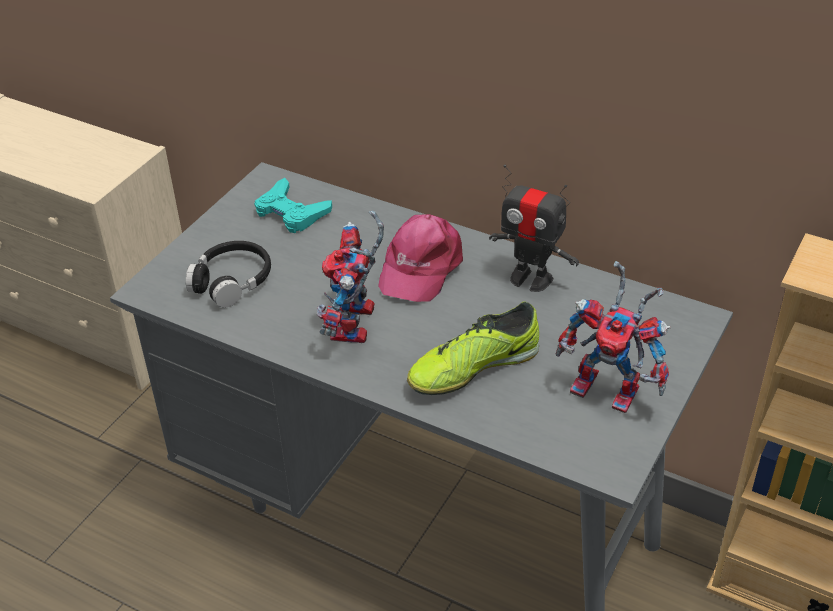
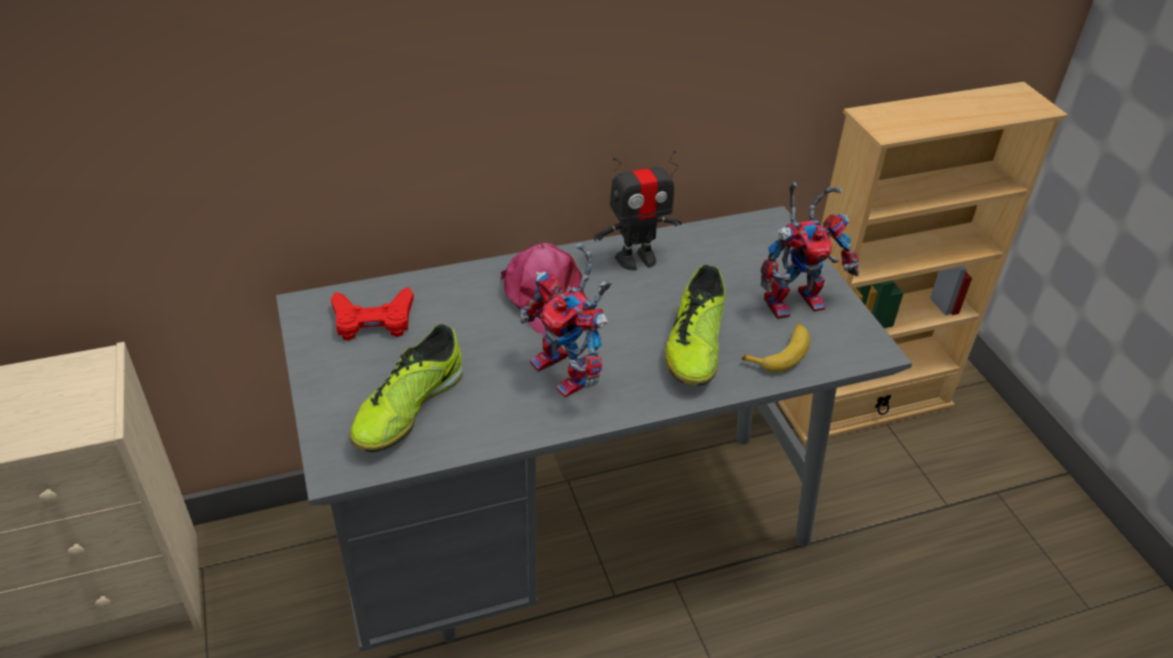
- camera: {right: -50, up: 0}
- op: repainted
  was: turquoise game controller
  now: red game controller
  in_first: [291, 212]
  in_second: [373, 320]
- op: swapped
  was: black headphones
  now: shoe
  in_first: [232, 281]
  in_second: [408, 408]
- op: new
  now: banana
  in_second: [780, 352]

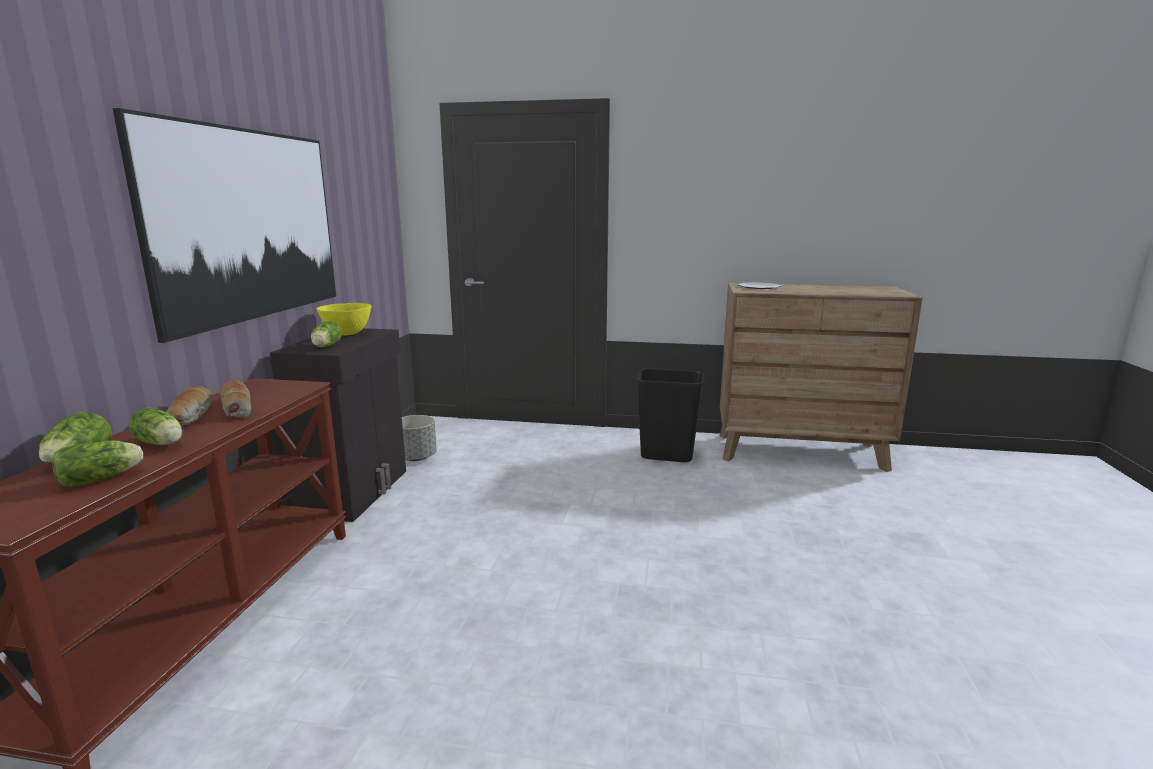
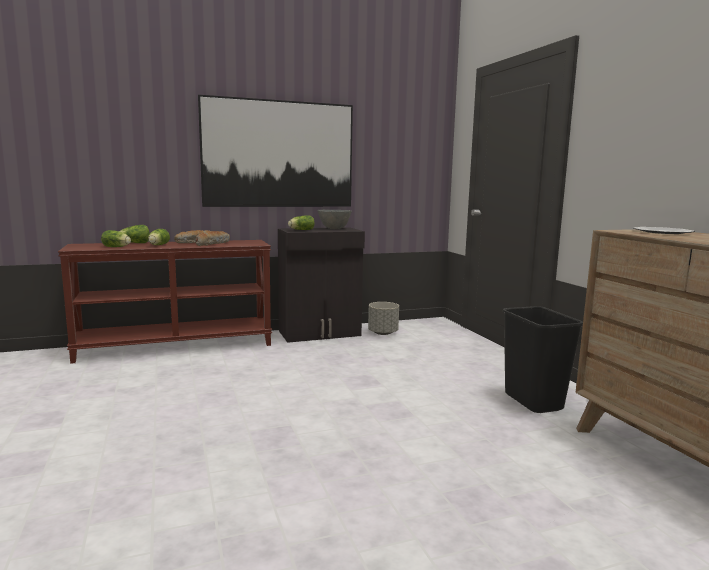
- camera: {right: 60, up: -5}
- op: repainted
  was: yellow bowl
  now: grey bowl
  in_first: [346, 334]
  in_second: [334, 229]

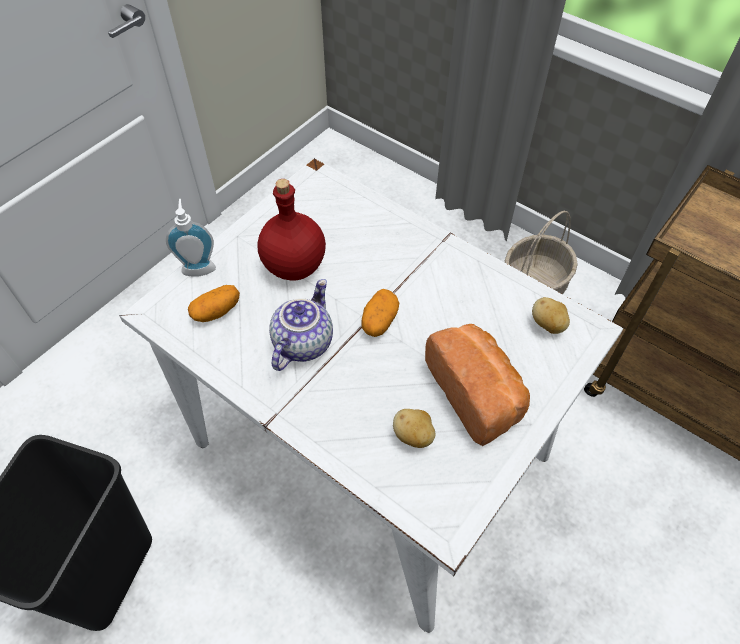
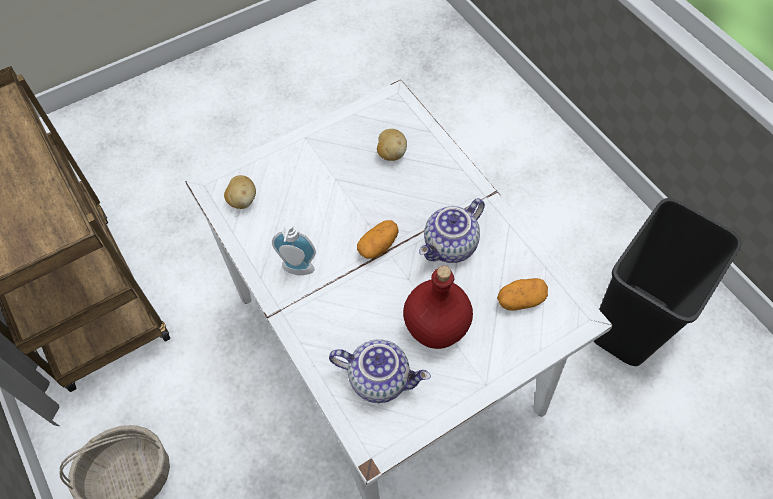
- camera: {right: -160, up: 5}
- op: shifted
  was: soap dispenser
  in_first: [198, 267]
  in_second: [297, 271]
- op: new
  now: teapot
  in_second: [380, 378]
- op: gone
  was: bread
  in_first: [477, 393]

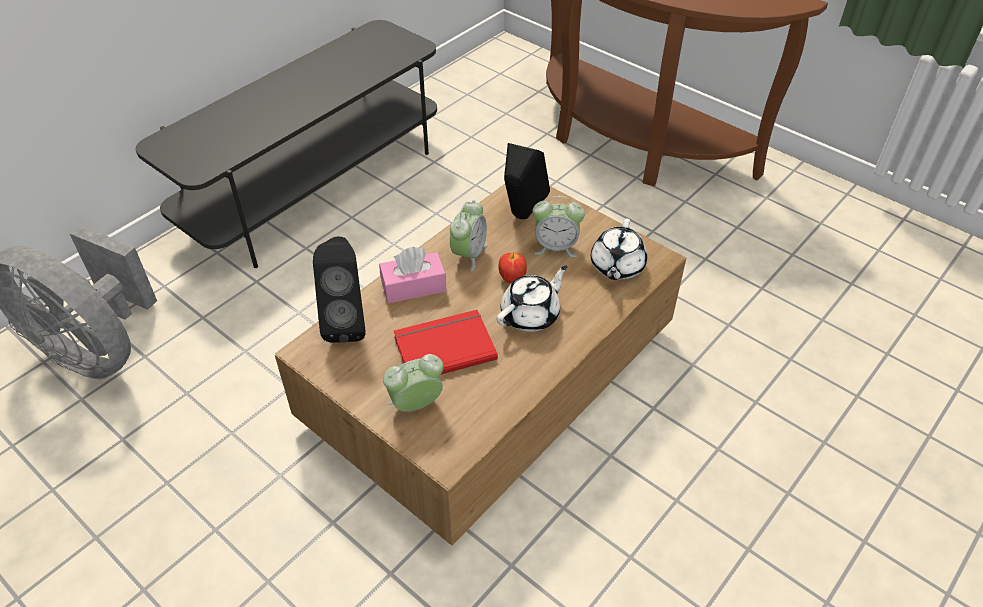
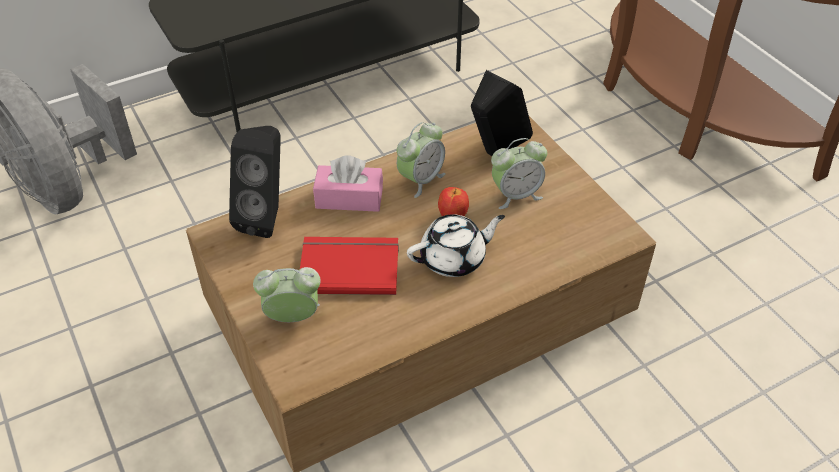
- camera: {right: 20, up: 0}
- op: rotated
  was: alarm clock
  in_first: [556, 247]
  in_second: [516, 195]
  clockwise: -45
- op: gone
  was: white teapot
  in_first: [616, 266]

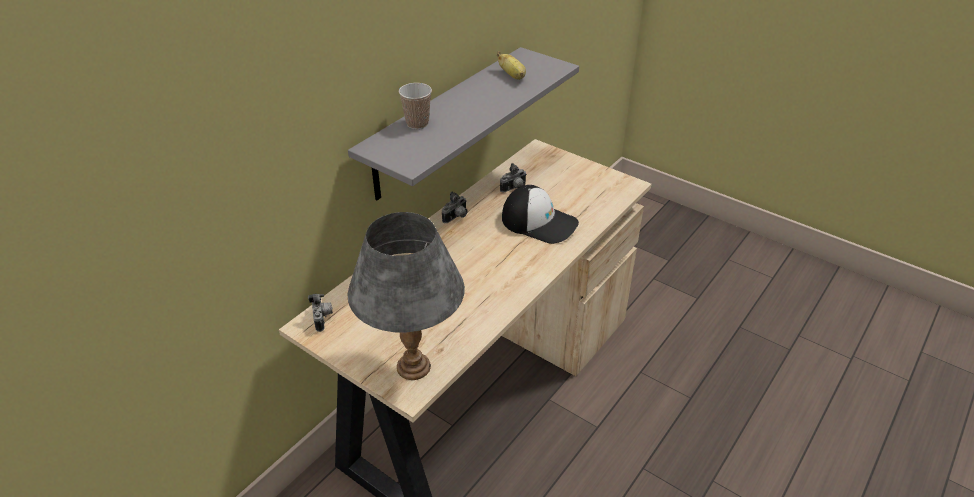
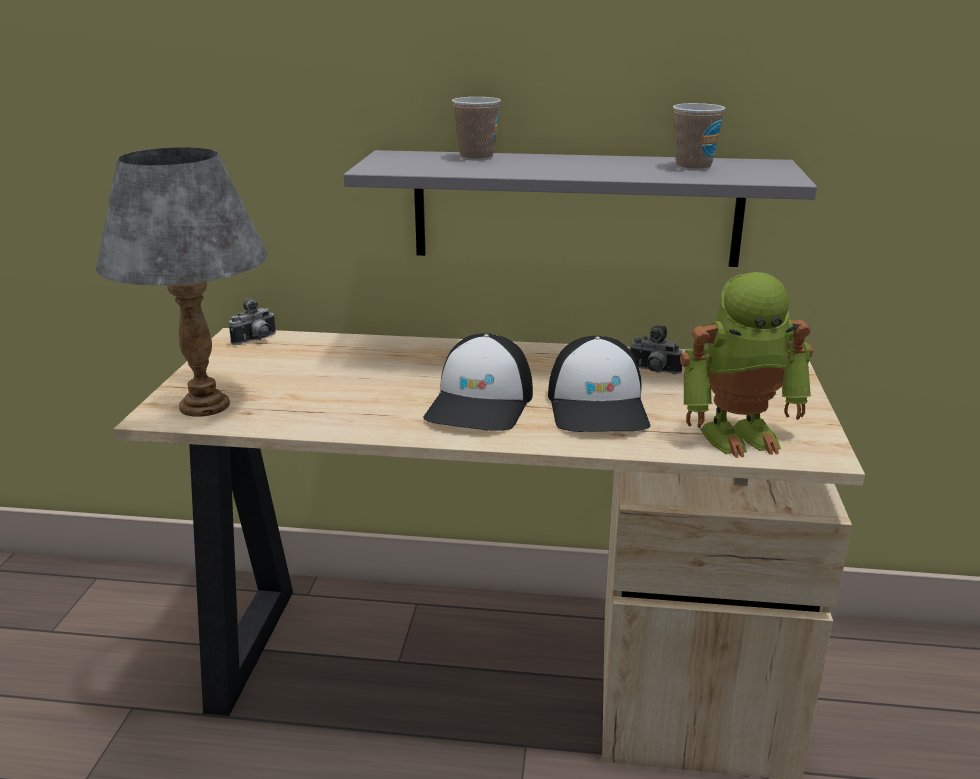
- camera: {right: 60, up: -15}
- op: new
  now: cap
  in_second: [481, 404]
- op: swapped
  was: banana
  now: cup
  in_first: [512, 76]
  in_second: [693, 167]
- op: new
  now: toy robot
  in_second: [739, 434]
- op: gone
  was: photo camera
  in_first: [456, 217]

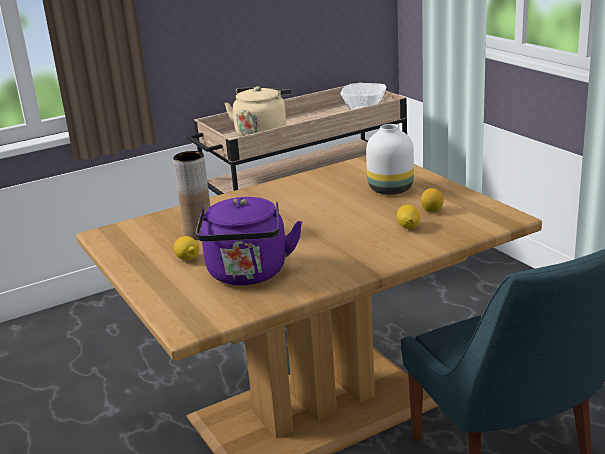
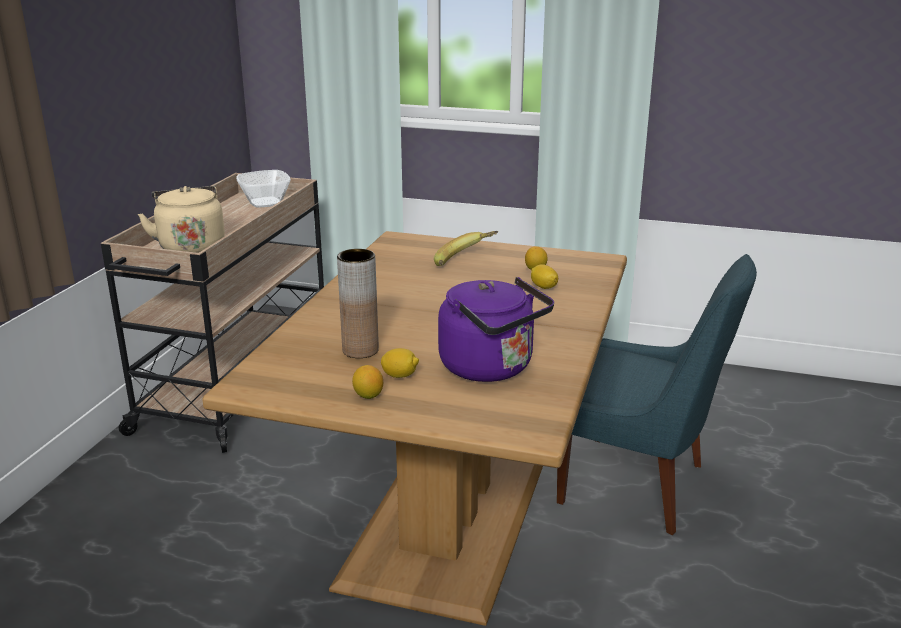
- camera: {right: -45, up: 0}
- op: new
  now: lemon
  in_second: [368, 395]
- op: swapped
  was: white vase
  now: banana
  in_first: [390, 190]
  in_second: [465, 262]

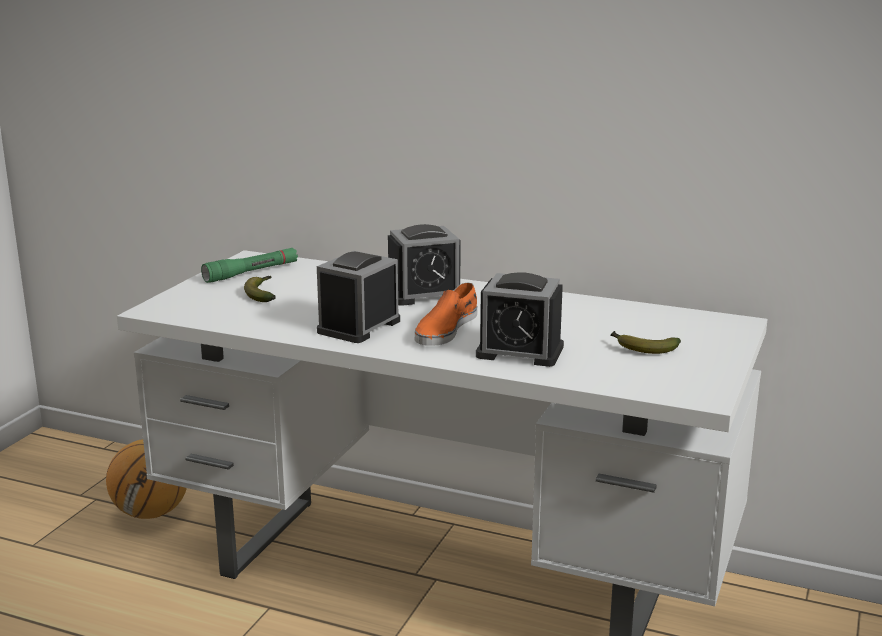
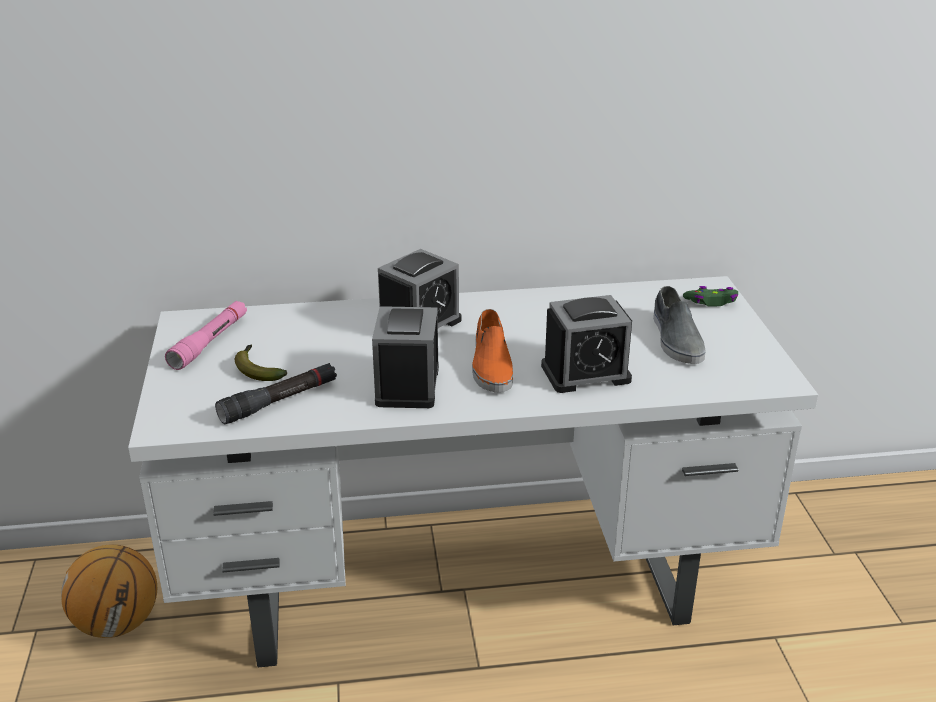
- camera: {right: -30, up: 10}
- op: repainted
  was: green flashlight
  now: pink flashlight
  in_first: [251, 273]
  in_second: [210, 342]
- op: new
  now: black flashlight
  in_second: [279, 401]
- op: swapped
  was: banana
  now: grey shoe
  in_first: [642, 348]
  in_second: [676, 339]
- op: new
  now: green game controller
  in_second: [711, 302]

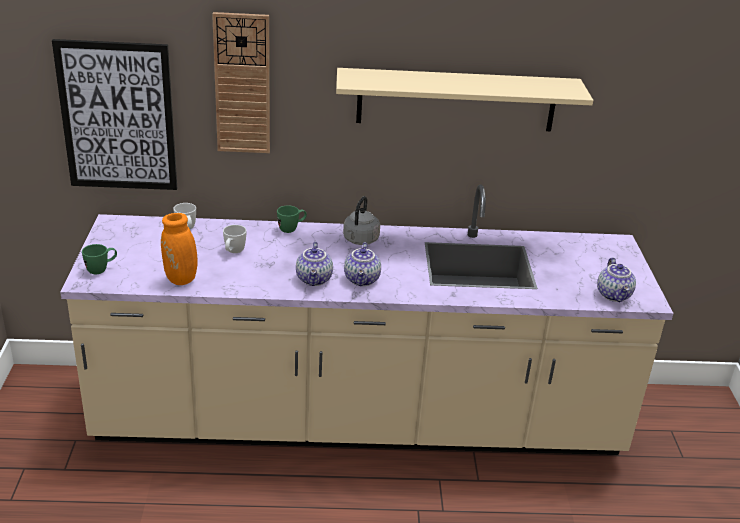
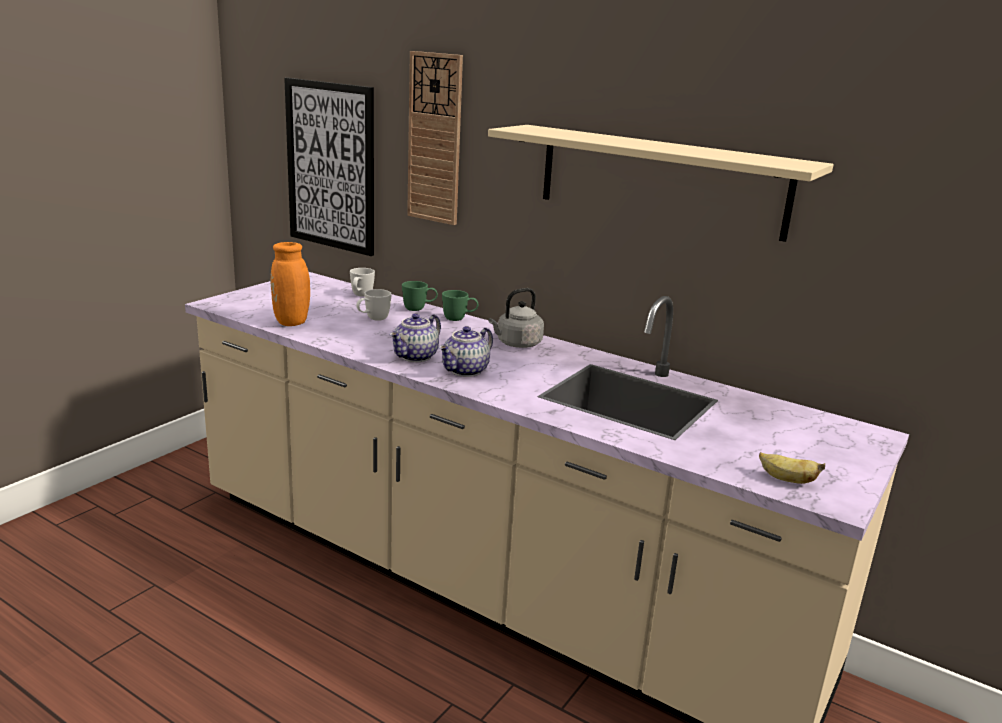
- camera: {right: 35, up: -10}
- op: shifted
  was: green mug
  in_first: [101, 270]
  in_second: [419, 309]
- op: swapped
  was: teapot
  now: banana
  in_first: [614, 295]
  in_second: [786, 480]

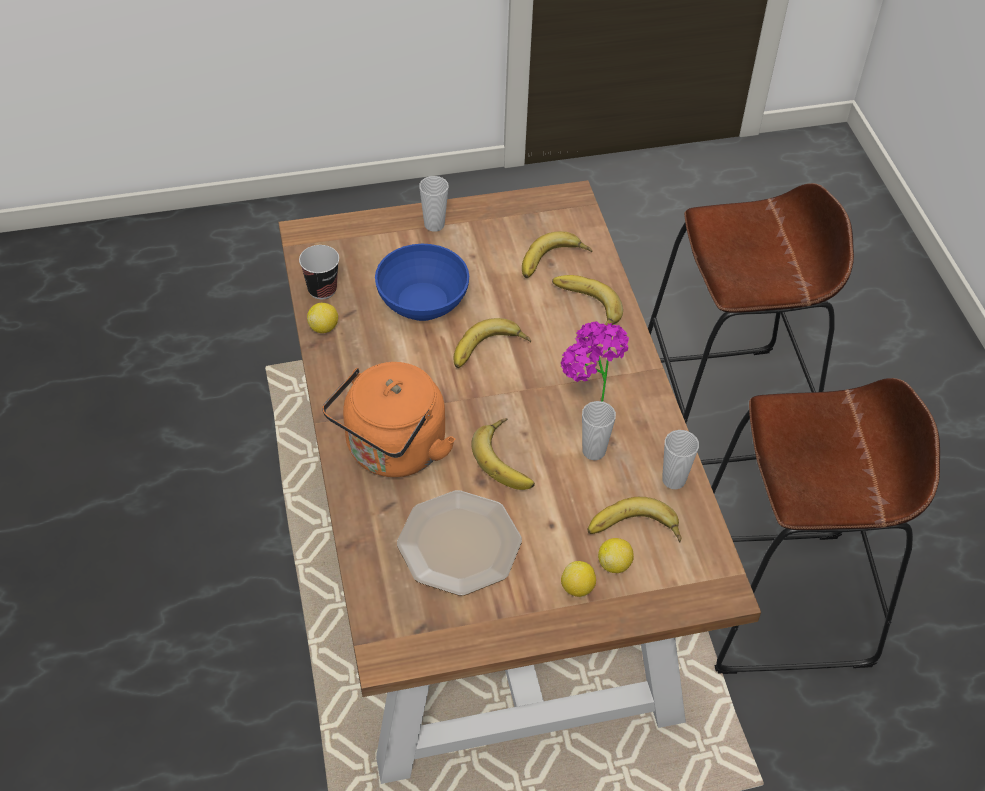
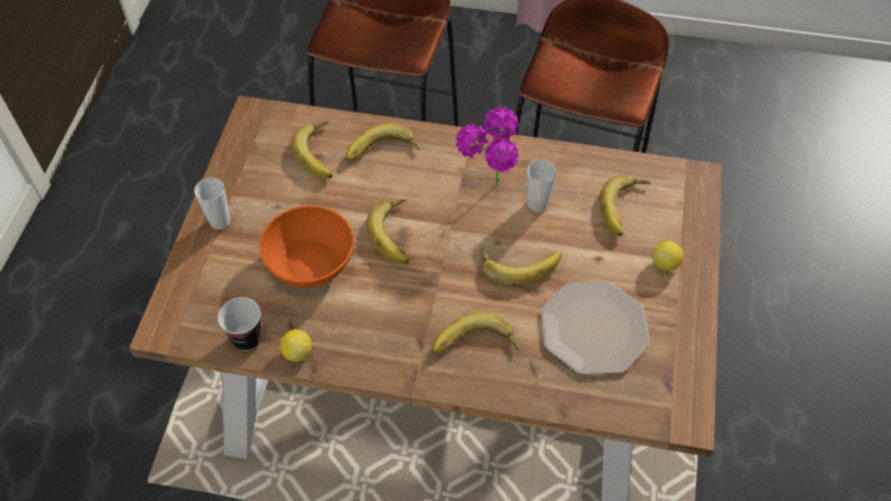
- camera: {right: -65, up: 5}
- op: repainted
  was: blue bowl
  now: orange bowl
  in_first: [422, 301]
  in_second: [310, 263]
- op: swapped
  was: orange kettle
  now: banana
  in_first: [392, 452]
  in_second: [474, 345]
- op: gone
  was: lemon
  in_first: [614, 564]
- op: gone
  was: cup
  in_first: [673, 480]

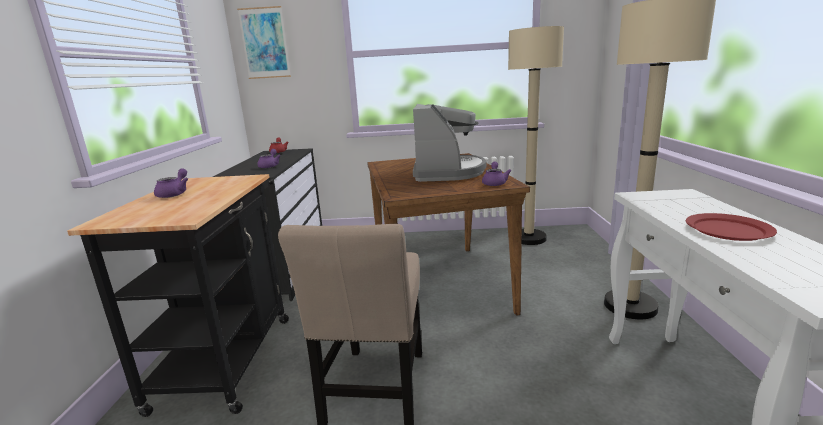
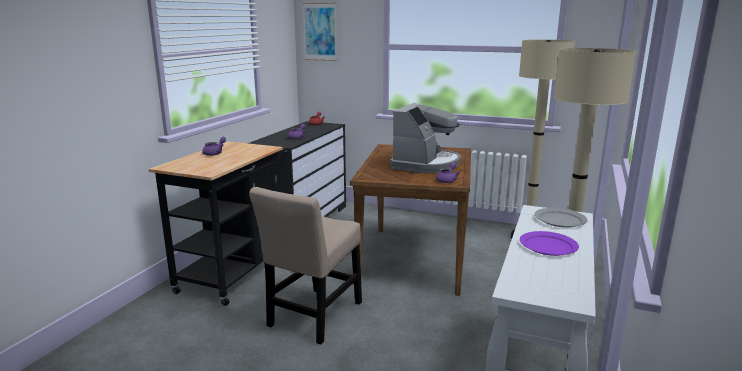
- camera: {right: 20, up: 0}
- op: repainted
  was: red plate
  now: purple plate
  in_first: [727, 230]
  in_second: [547, 246]
- op: new
  now: grey plate
  in_second: [560, 220]

